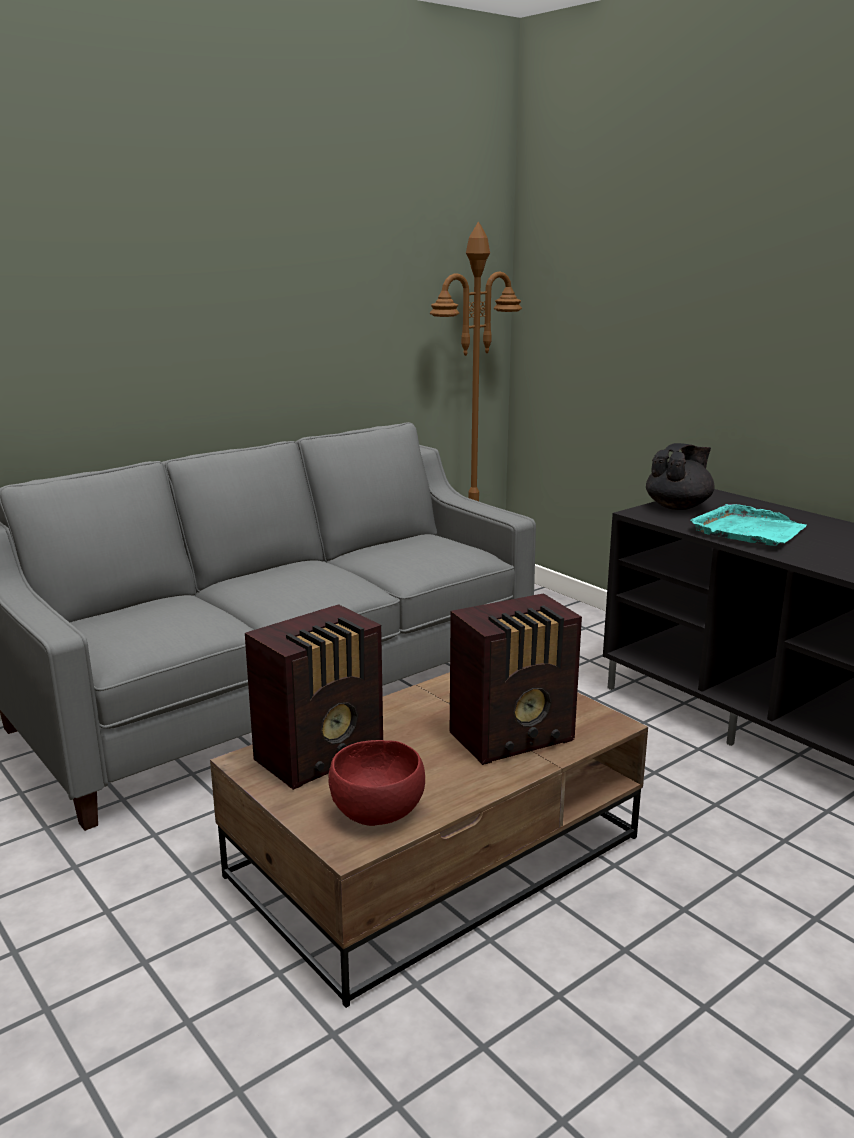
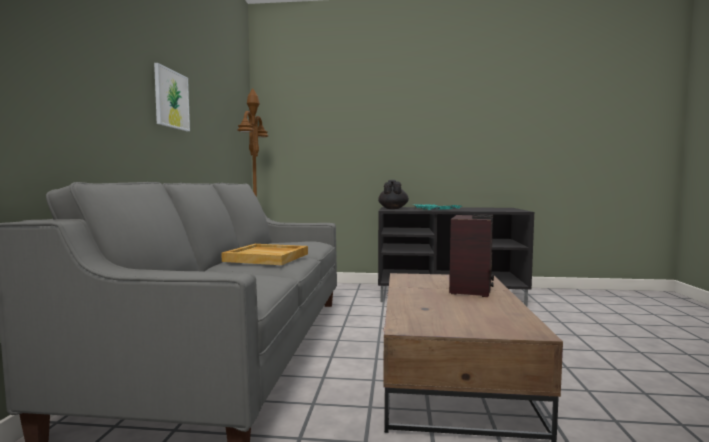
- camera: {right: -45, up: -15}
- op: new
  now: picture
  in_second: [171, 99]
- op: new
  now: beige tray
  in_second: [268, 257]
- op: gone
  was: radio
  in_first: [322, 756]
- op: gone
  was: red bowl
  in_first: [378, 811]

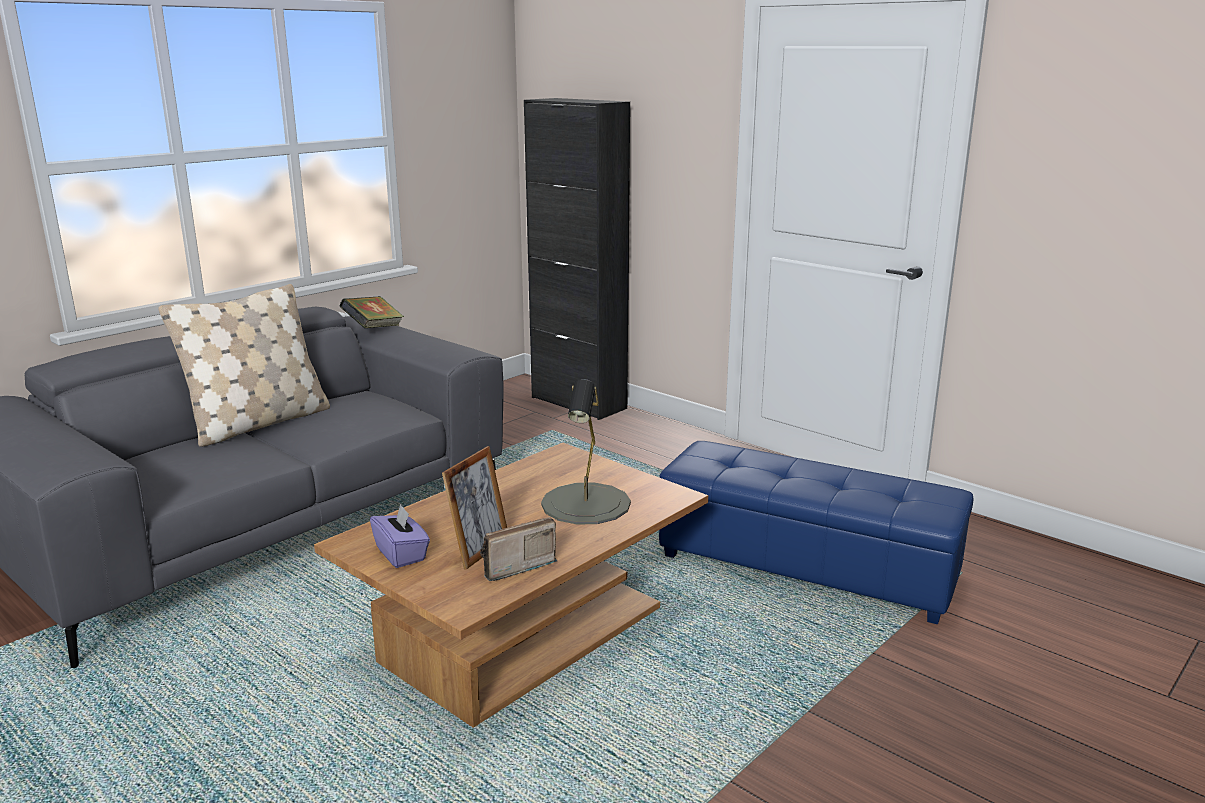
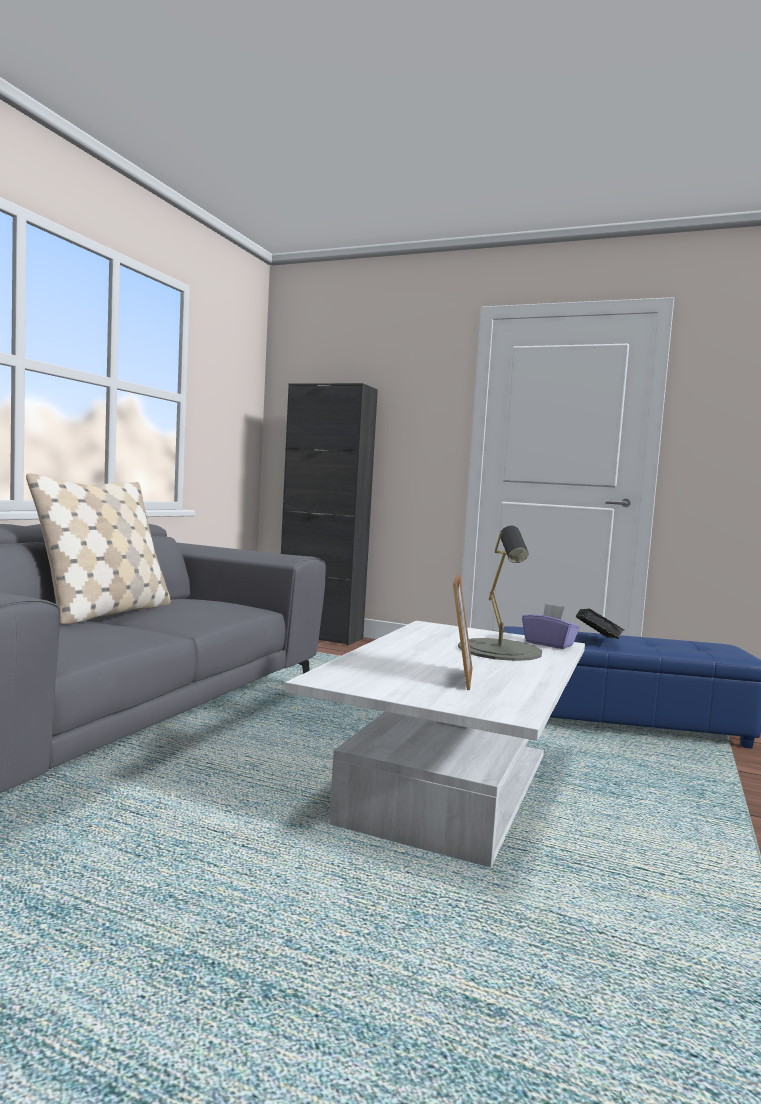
- camera: {right: -20, up: -15}
- op: repainted
  was: brown coffee table
  now: white coffee table
  in_first: [525, 634]
  in_second: [450, 786]
- op: shifted
  was: purple tissue box
  in_first: [401, 554]
  in_second: [549, 644]
- op: shifted
  was: book
  in_first: [373, 329]
  in_second: [597, 641]
- op: gone
  was: radio
  in_first: [513, 566]

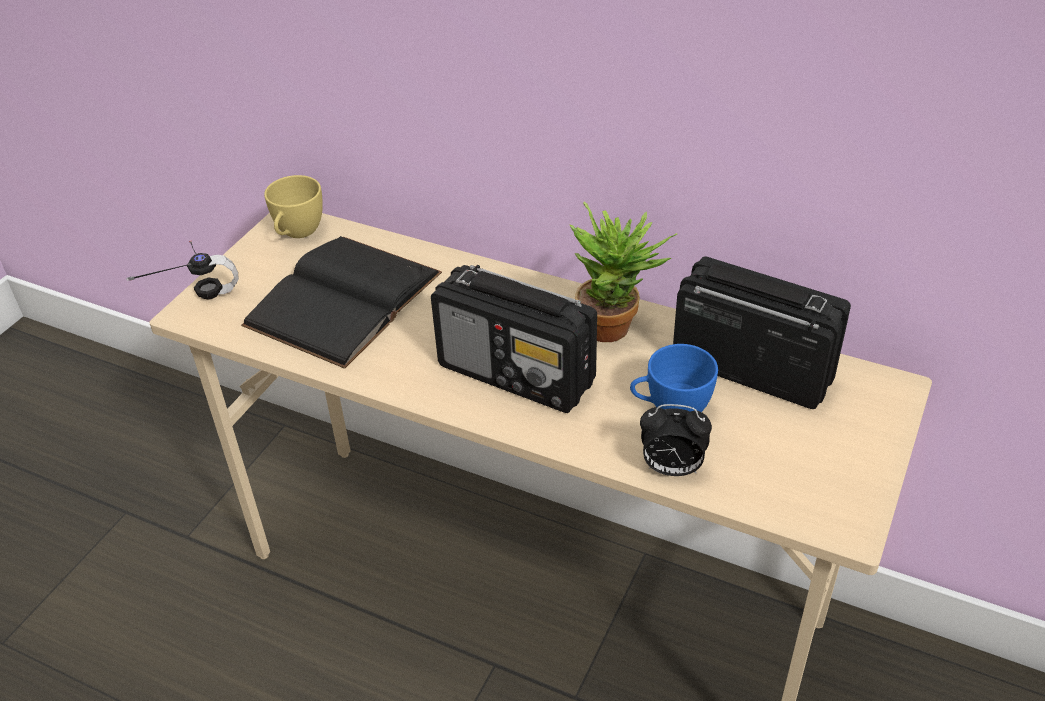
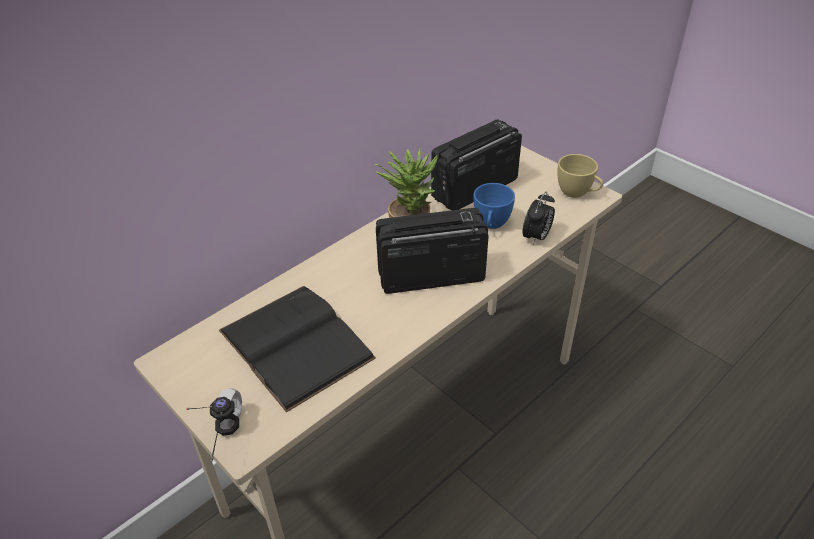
- camera: {right: -70, up: 0}
- op: rotated
  was: radio
  in_first: [517, 374]
  in_second: [430, 276]
  clockwise: -150
- op: shifted
  was: yellow cup
  in_first: [297, 233]
  in_second: [577, 193]

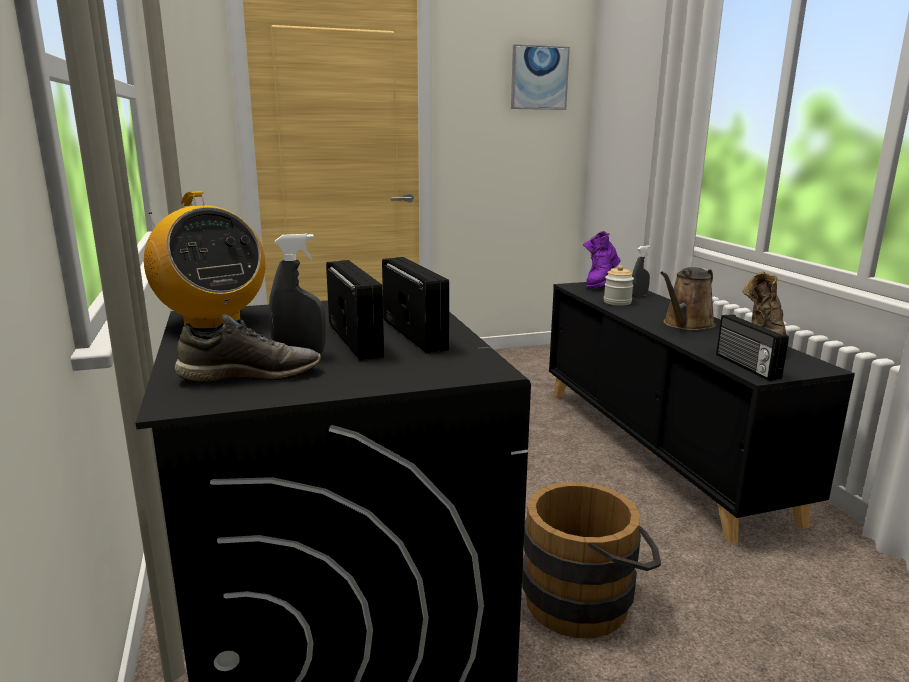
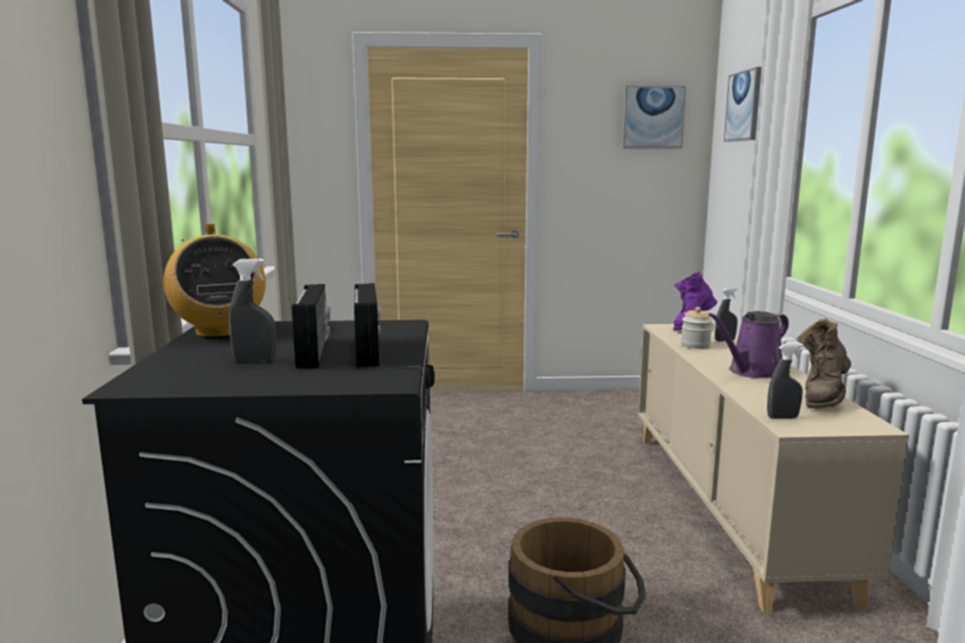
- camera: {right: 15, up: -5}
- op: repainted
  was: black cabinet
  now: beige cabinet
  in_first: [657, 449]
  in_second: [730, 506]
- op: repainted
  was: brown watering can
  now: purple watering can
  in_first: [686, 325]
  in_second: [752, 372]
- op: new
  now: picture
  in_second: [744, 106]
- op: swapped
  was: radio
  now: grey spray bottle
  in_first: [745, 366]
  in_second: [782, 417]
- op: gone
  was: grey shoe
  in_first: [251, 374]

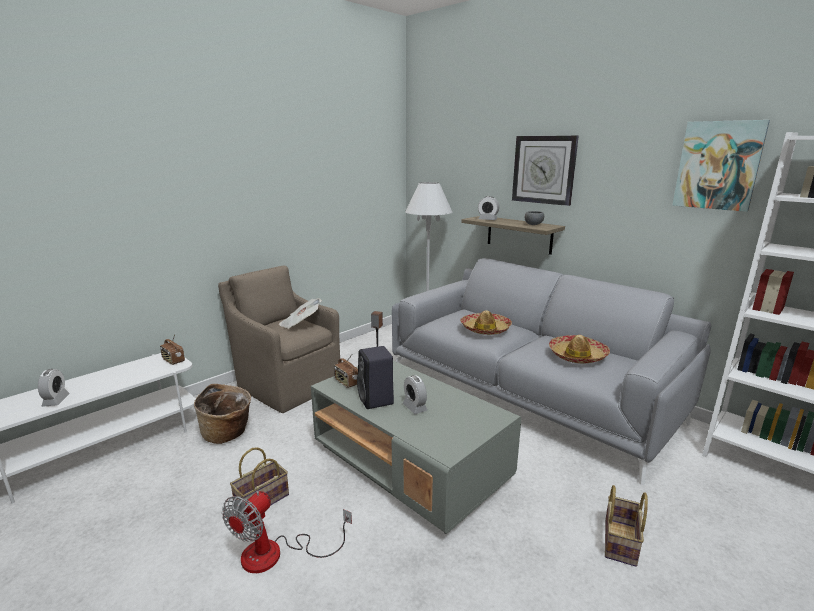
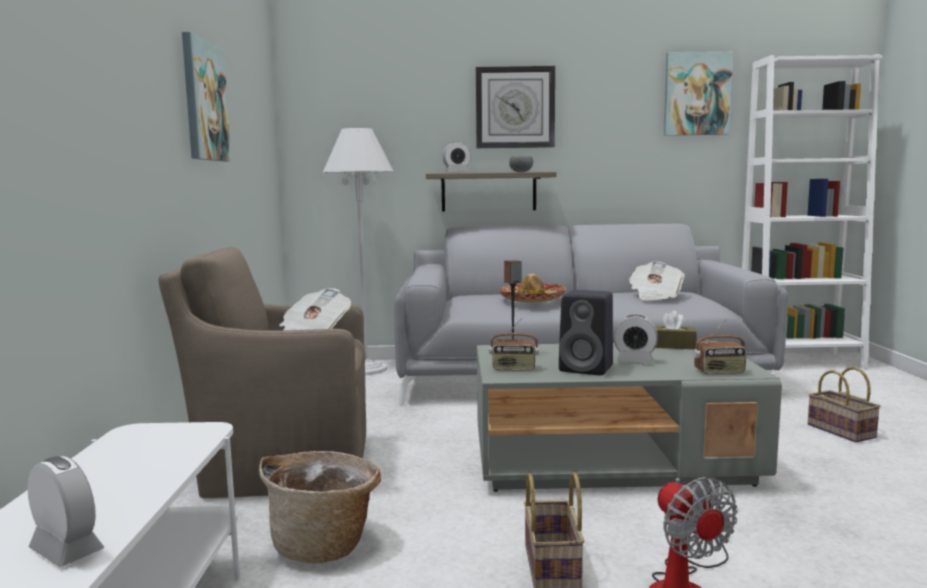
- camera: {right: -45, up: -10}
- op: new
  now: picture
  in_second: [204, 101]
- op: swapped
  was: hat
  now: newspaper
  in_first: [577, 356]
  in_second: [655, 296]
- op: new
  now: brown tissue box
  in_second: [673, 346]
- op: shifted
  was: radio
  in_first: [173, 360]
  in_second: [719, 372]

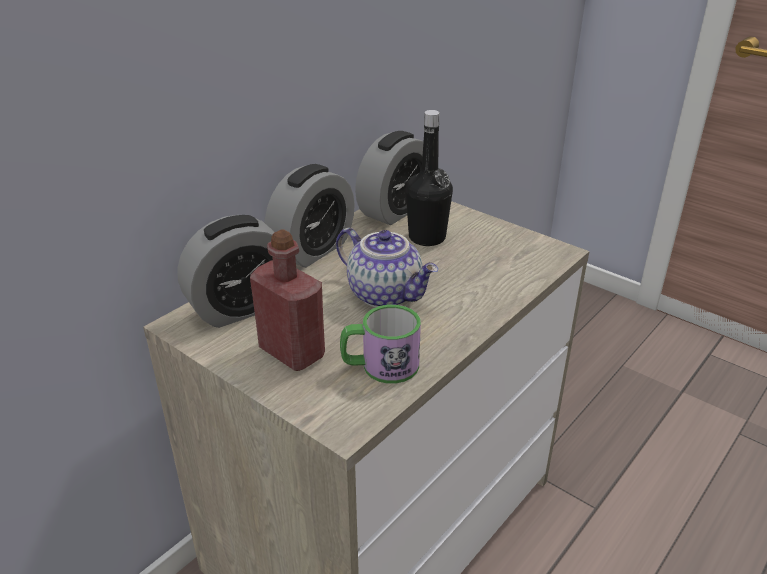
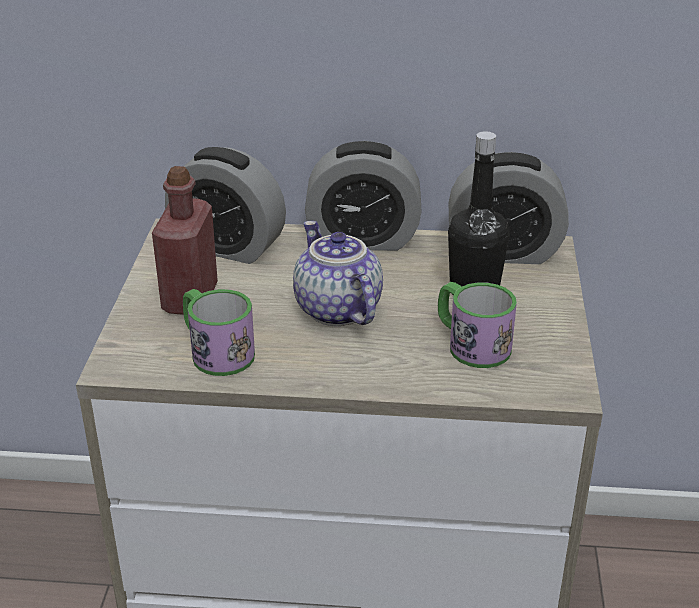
- camera: {right: 55, up: 0}
- op: rotated
  was: teapot
  in_first: [386, 294]
  in_second: [335, 310]
  clockwise: 150
- op: new
  now: mug
  in_second: [471, 344]

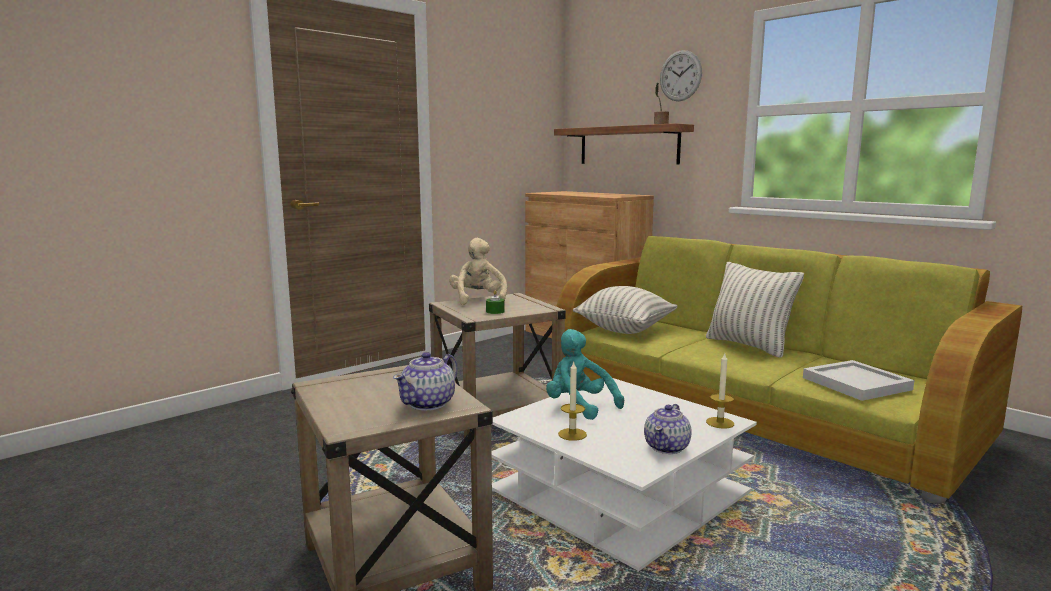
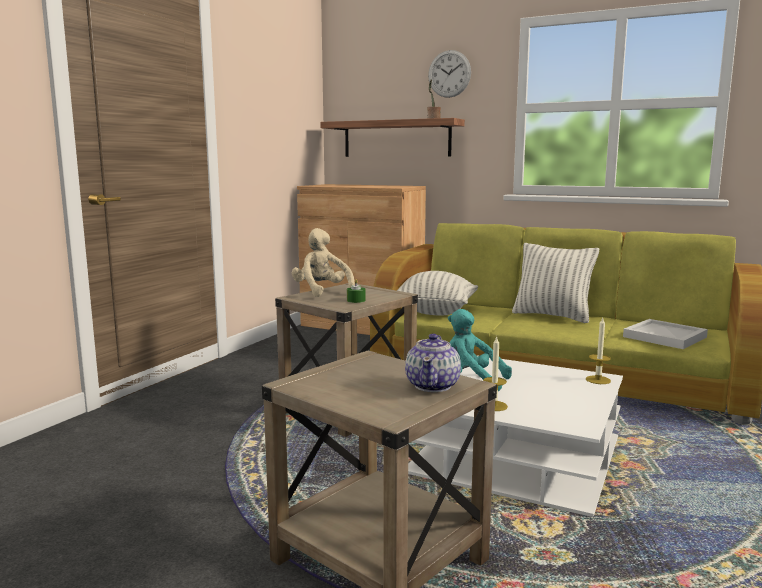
- camera: {right: -20, up: 0}
- op: gone
  was: teapot
  in_first: [667, 447]

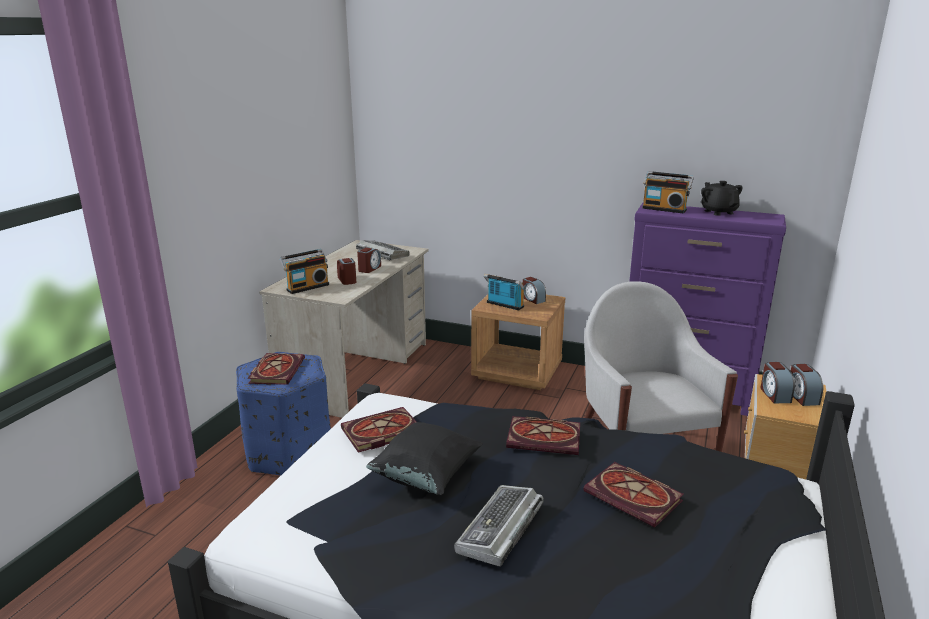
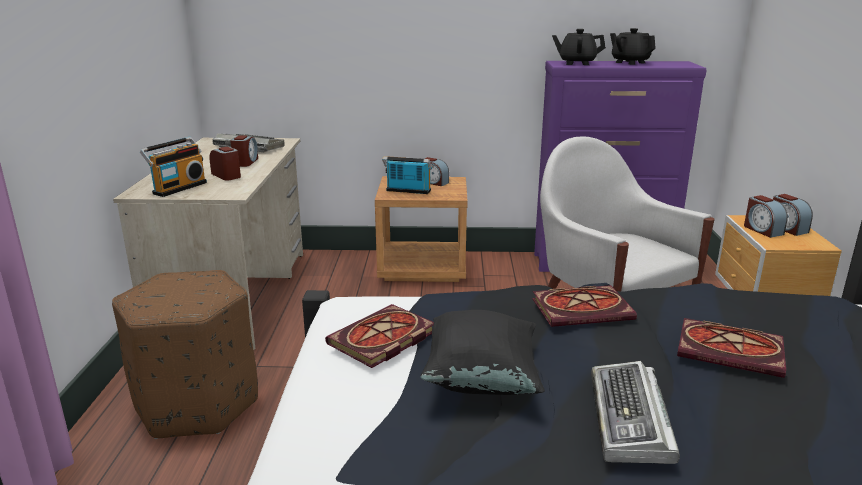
- camera: {right: -20, up: 0}
- op: repainted
  was: blue ottoman
  now: brown ottoman
  in_first: [289, 452]
  in_second: [197, 403]
- op: swapped
  was: radio
  now: black teapot
  in_first: [664, 209]
  in_second: [576, 63]
- op: gone
  was: book
  in_first: [276, 370]

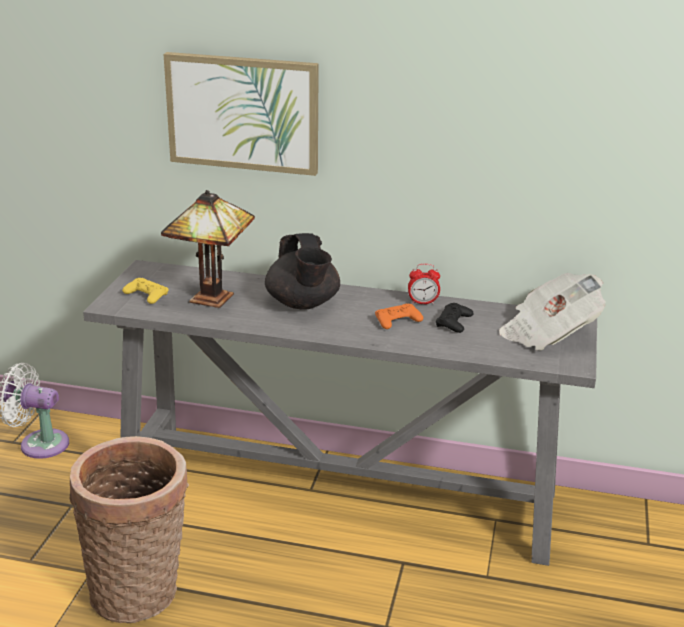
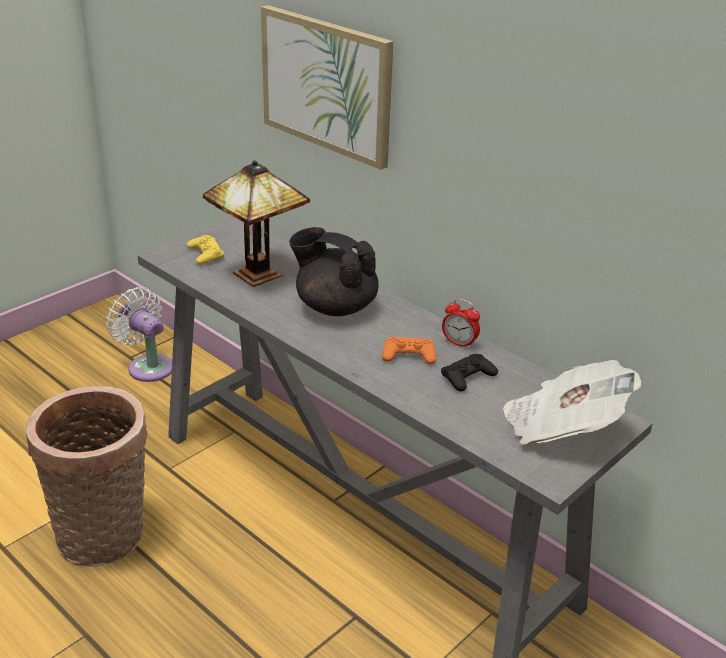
- camera: {right: 30, up: 5}
- op: rotated
  was: black teapot
  in_first: [303, 304]
  in_second: [335, 307]
  clockwise: 105

